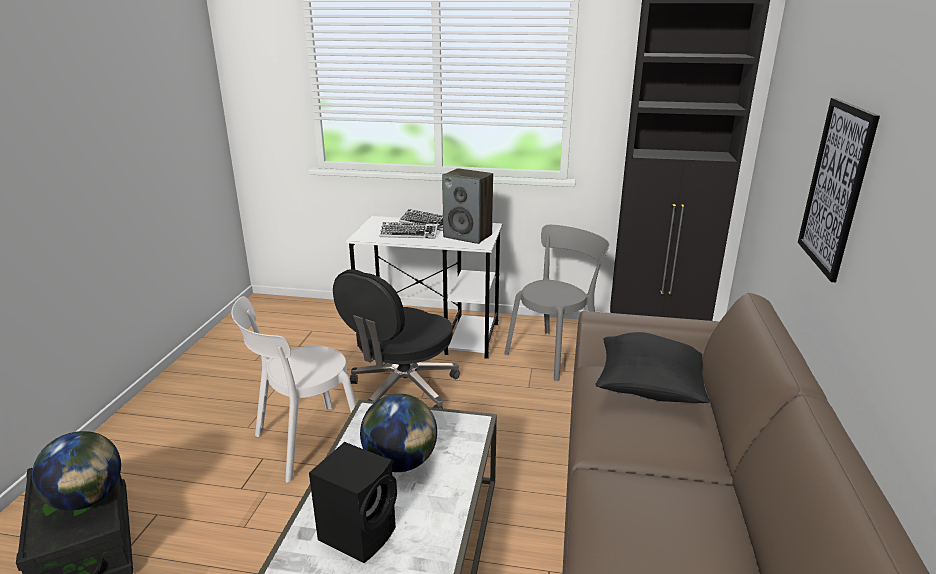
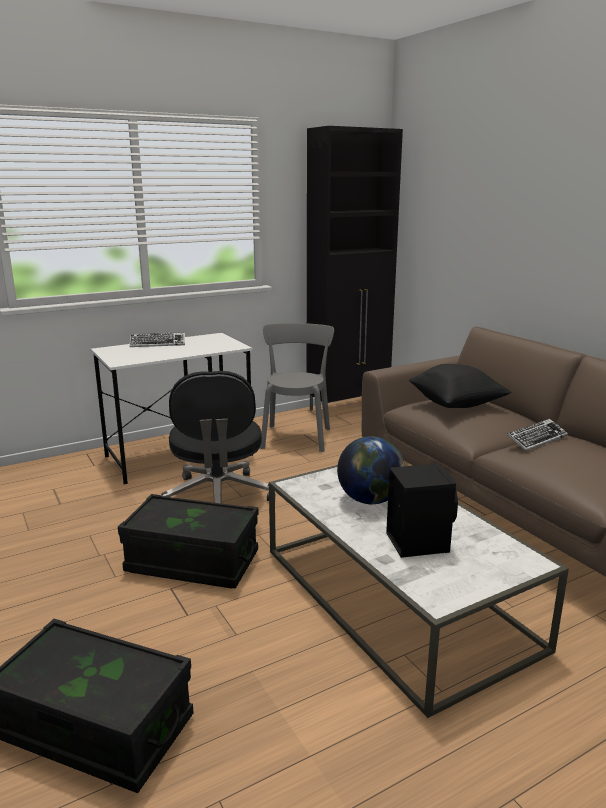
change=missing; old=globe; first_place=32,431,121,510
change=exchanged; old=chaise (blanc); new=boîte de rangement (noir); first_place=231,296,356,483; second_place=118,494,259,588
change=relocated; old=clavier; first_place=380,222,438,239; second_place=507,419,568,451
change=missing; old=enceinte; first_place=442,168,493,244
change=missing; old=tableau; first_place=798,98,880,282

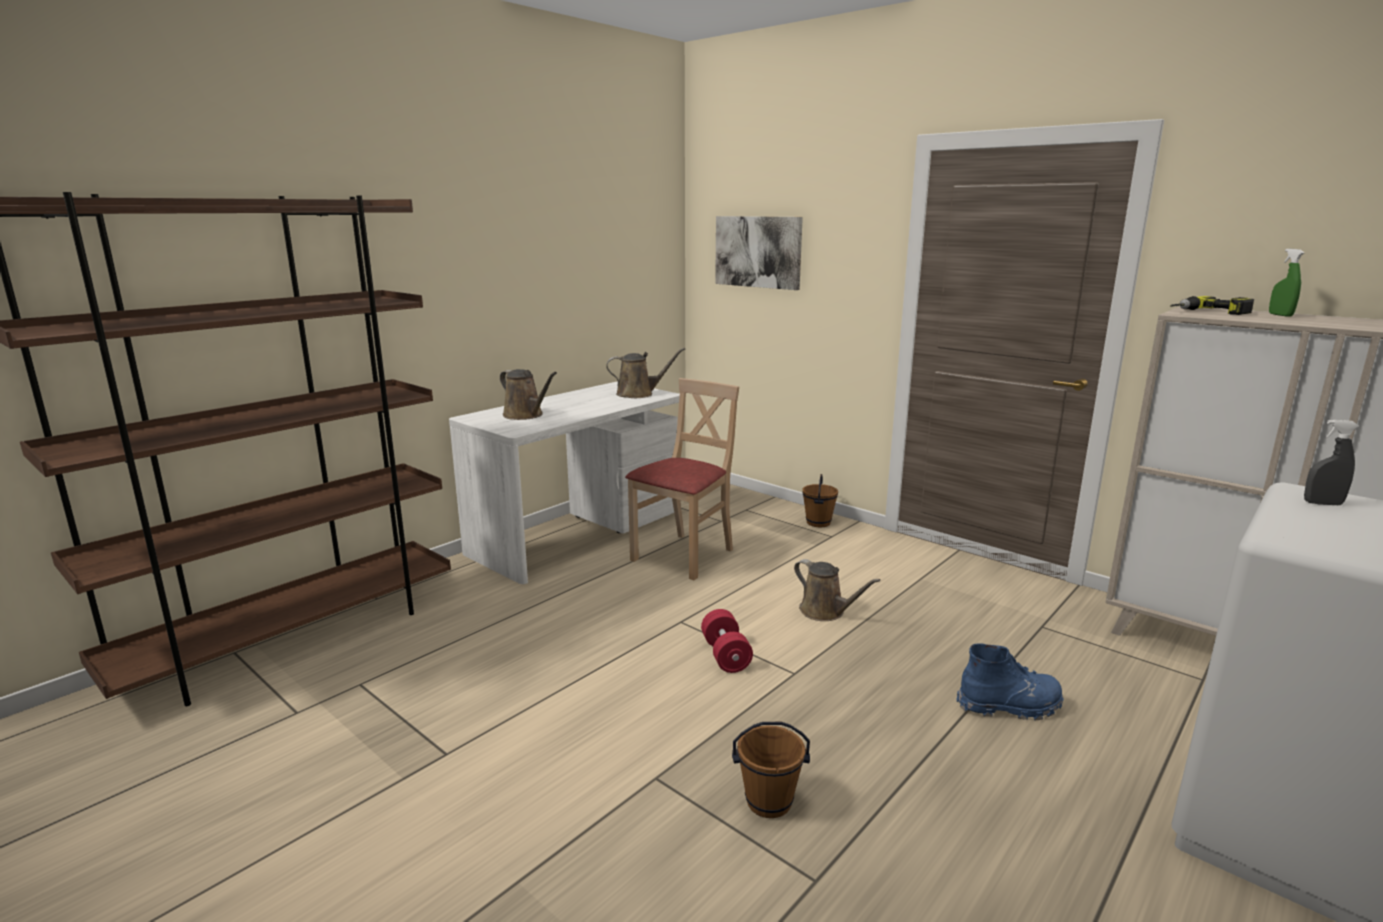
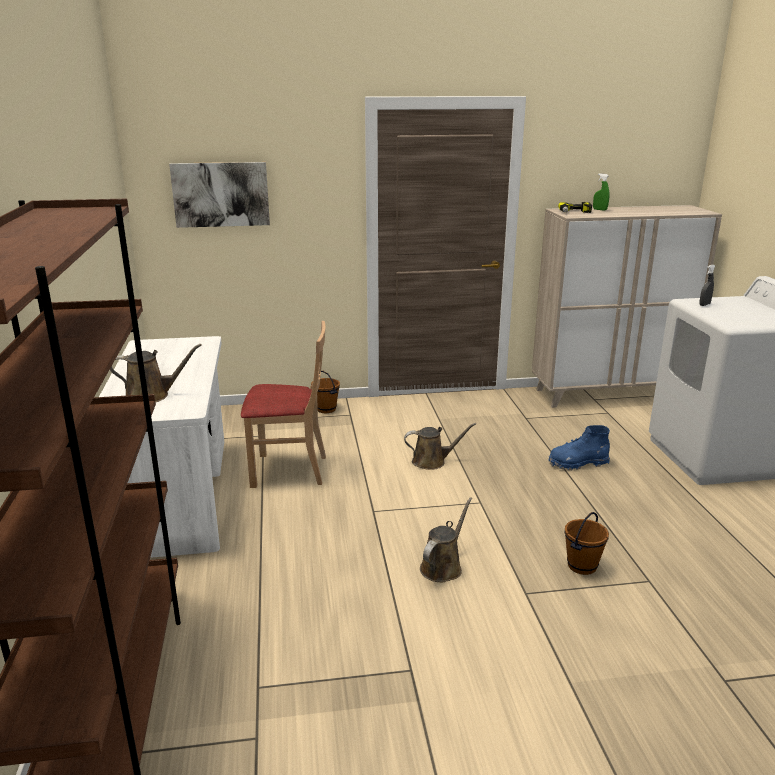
change=relocated; old=arrosoir (marron); first_place=606,348,685,398; second_place=420,497,472,582
change=spun; old=chaise (beige); first_place=625,378,739,580; second_place=241,321,326,488; degrees=105
change=missing; old=haltère (rouge); first_place=701,609,753,673
change=spun; old=botte (bleu); first_place=956,644,1064,720; second_place=548,425,610,470; degrees=-135

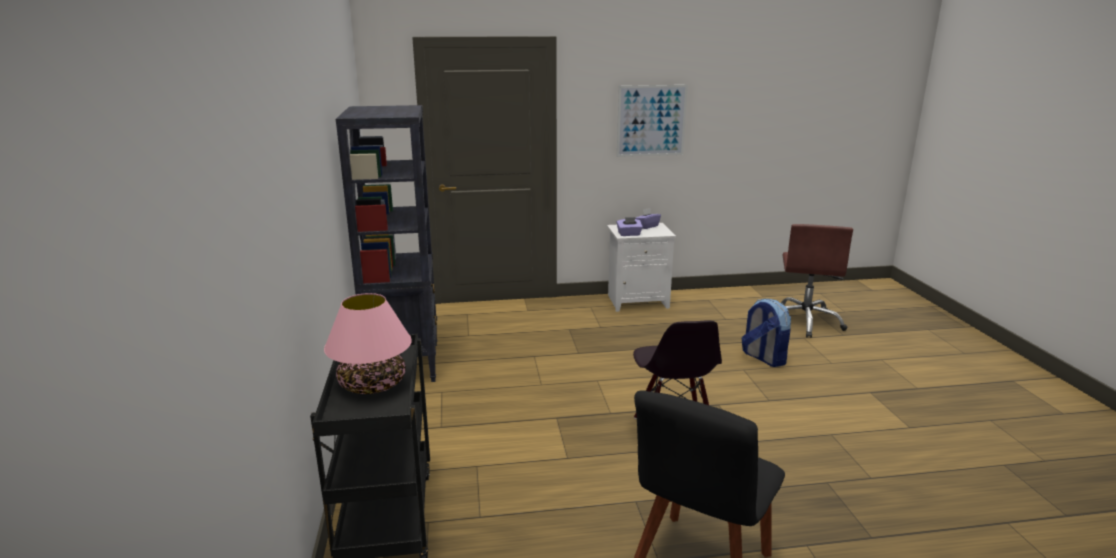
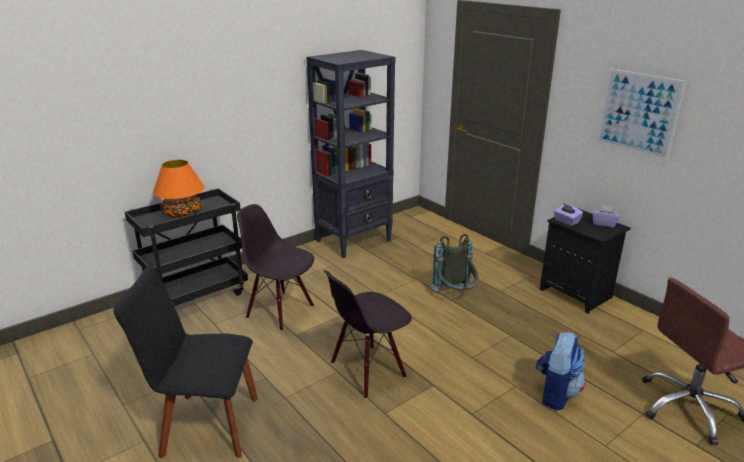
change=colour; old=lampe de table (rose); new=lampe de table (orange); first_place=324,293,412,394; second_place=153,160,204,218
change=colour; old=table de chevet (blanc); new=table de chevet (noir); first_place=607,223,676,312; second_place=540,209,630,314
change=appeared; new=chaise (noir); second_place=237,204,314,331
change=appeared; new=sac à dos (gris); second_place=430,234,478,292

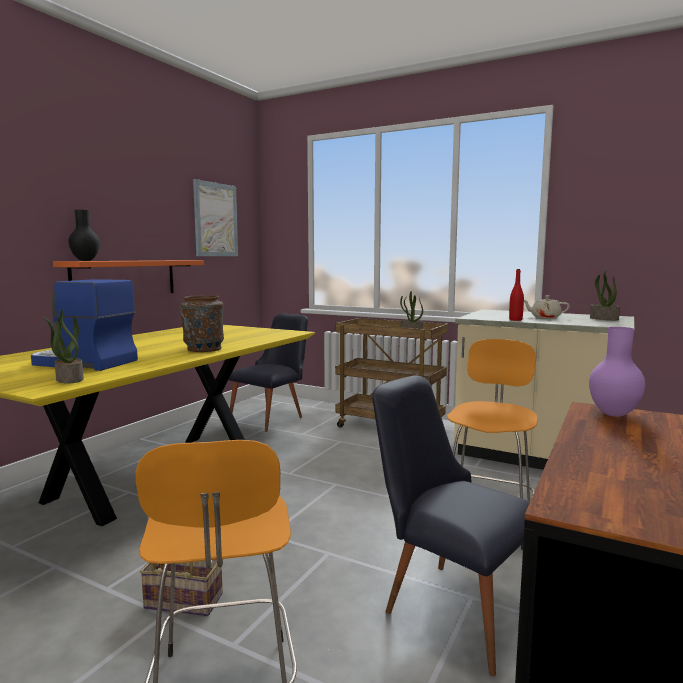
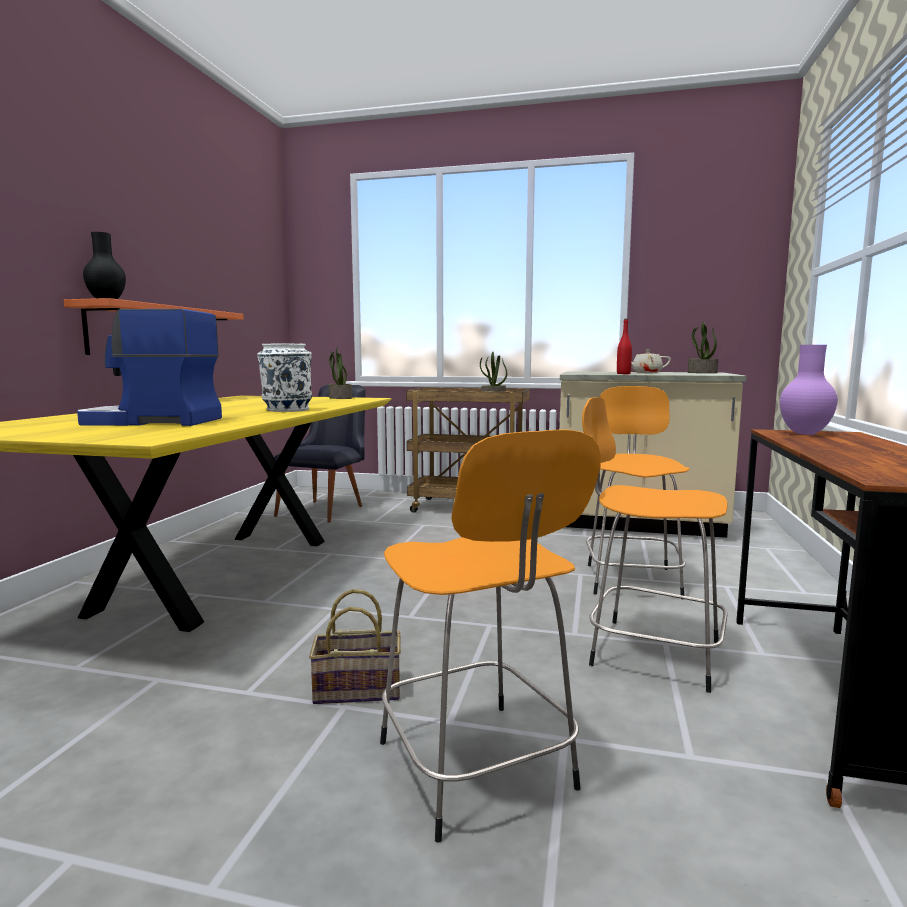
change=relocated; old=plante en pot; first_place=42,309,84,383; second_place=329,346,352,399
change=colour; old=vase (marron); new=vase (blanc); first_place=180,295,224,352; second_place=257,343,312,412
change=missing; old=tableau; first_place=193,179,238,256
change=exchanged; old=chaise (noir); new=tabouret (orange); first_place=372,375,530,676; second_place=582,397,728,693

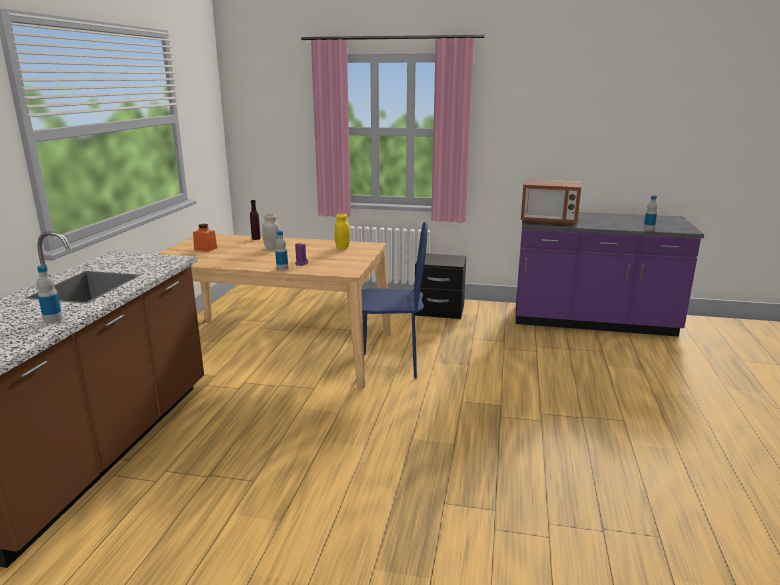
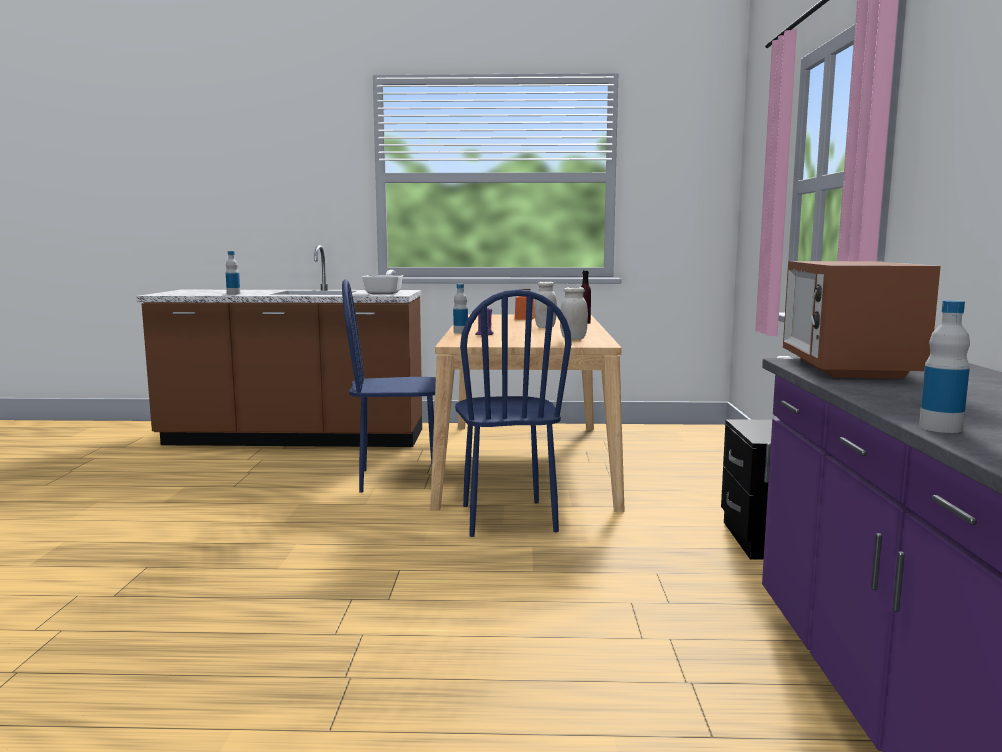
change=colour; old=bocal (jaune); new=bocal (blanc); first_place=335,213,350,249; second_place=560,287,588,339
change=appeared; new=chaise (bleu); second_place=342,279,436,493
change=appeared; new=poêle; second_place=362,270,403,295

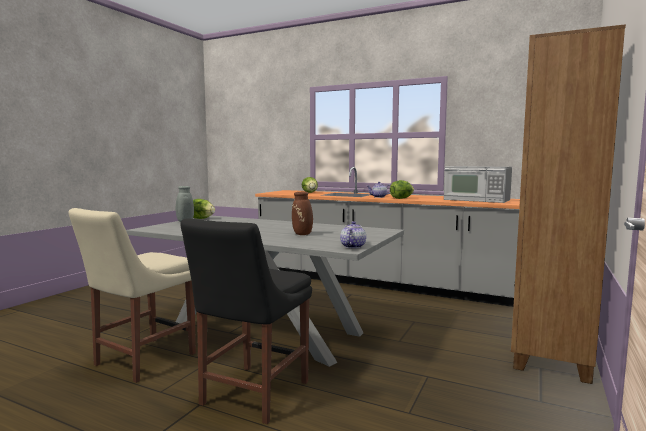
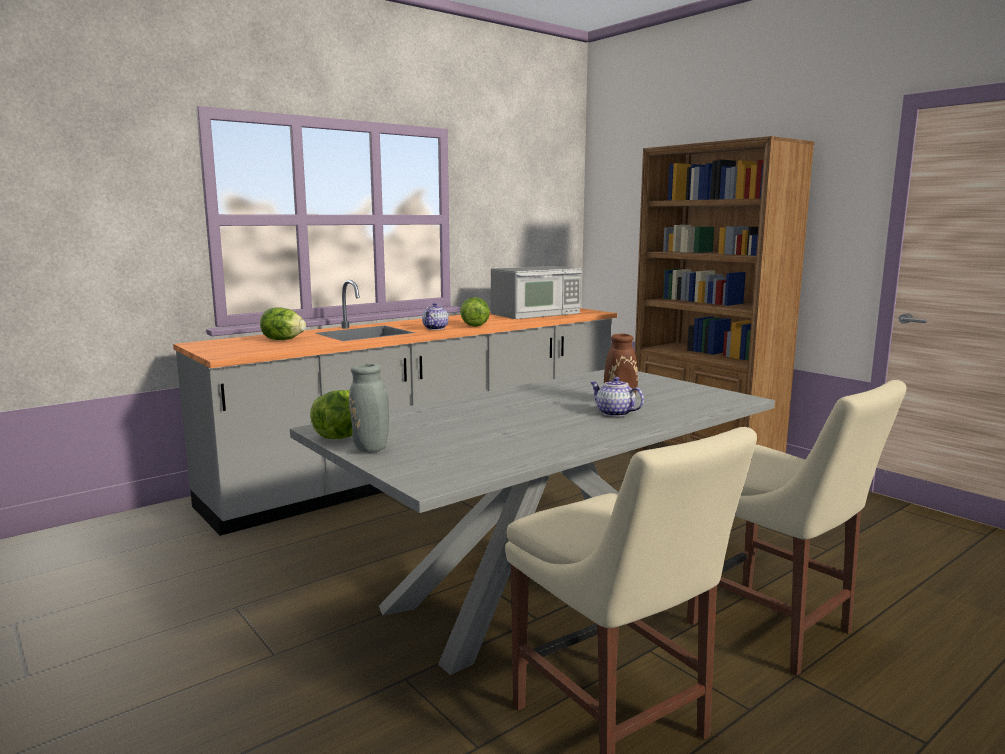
change=colour; old=chaise (noir); new=chaise (beige); first_place=180,218,312,424; second_place=687,380,907,676
change=relocated; old=théière; first_place=340,221,366,248; second_place=590,377,644,417

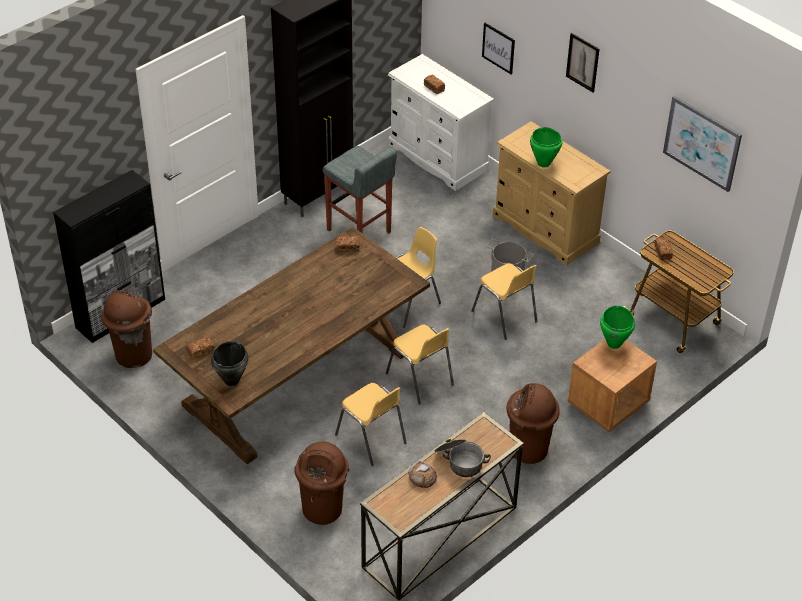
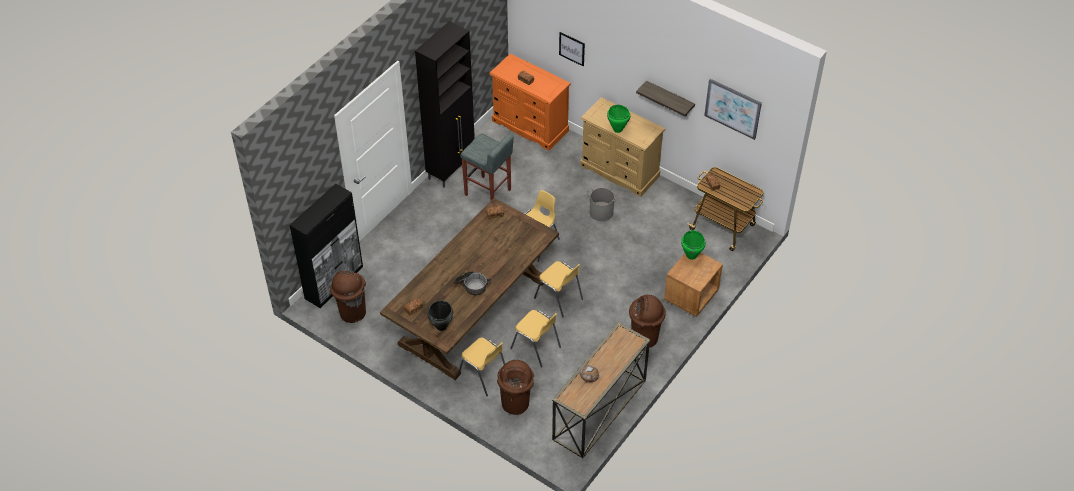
change=colour; old=commode (blanc); new=commode (orange); first_place=388,54,494,191; second_place=490,53,571,151
change=relocated; old=marmite; first_place=434,439,491,477; second_place=454,271,491,295
change=relocated; old=chaise (jaune); first_place=471,263,537,340; second_place=458,337,505,396
change=missing; old=tableau; first_place=566,33,600,93
change=appeared; new=étagère; second_place=636,81,695,116

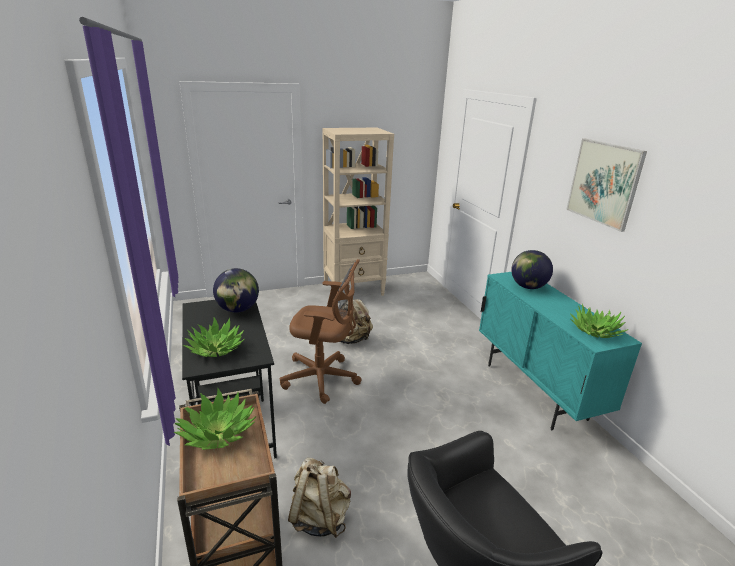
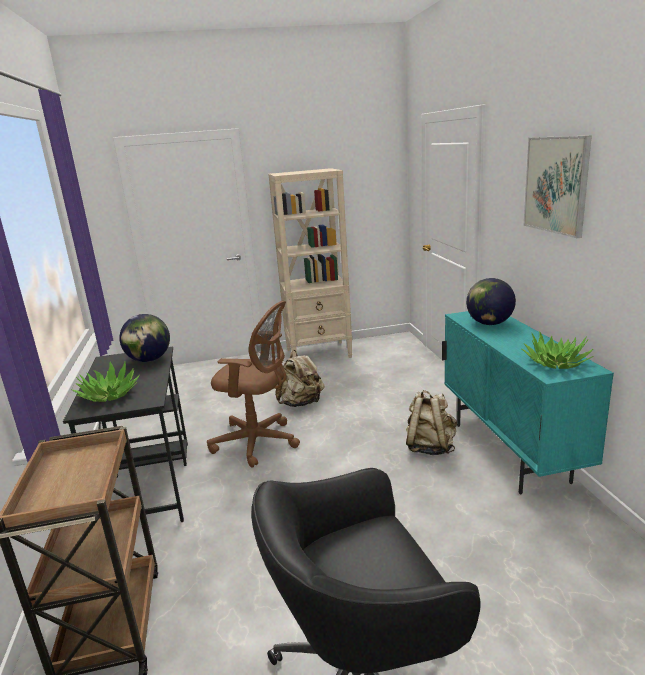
change=missing; old=plante en pot; first_place=173,388,257,450
change=relocated; old=sac à dos (beige); first_place=288,458,351,538; second_place=406,390,457,455

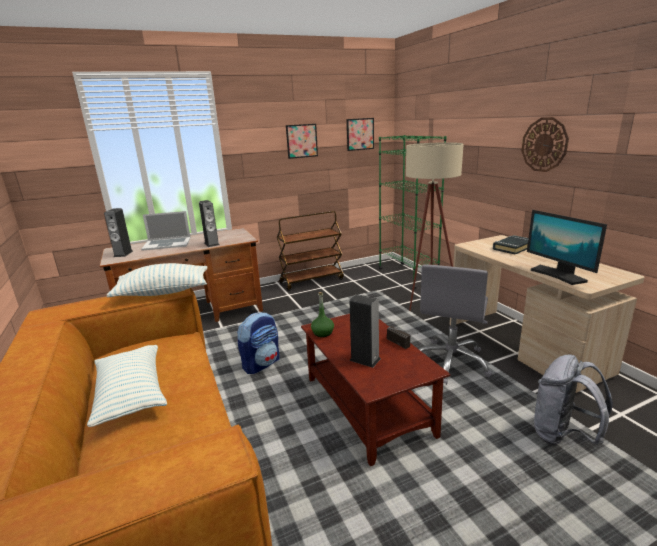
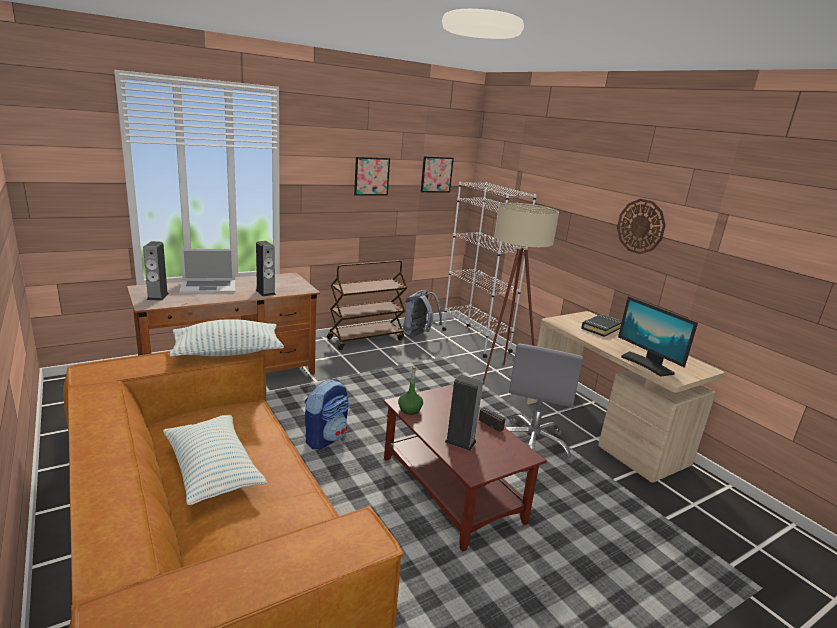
change=colour; old=bibliothèque (vert); new=bibliothèque (blanc); first_place=379,135,447,289; second_place=442,182,536,358
change=relocated; old=sac à dos (gris); first_place=534,354,613,446; second_place=403,290,442,337

